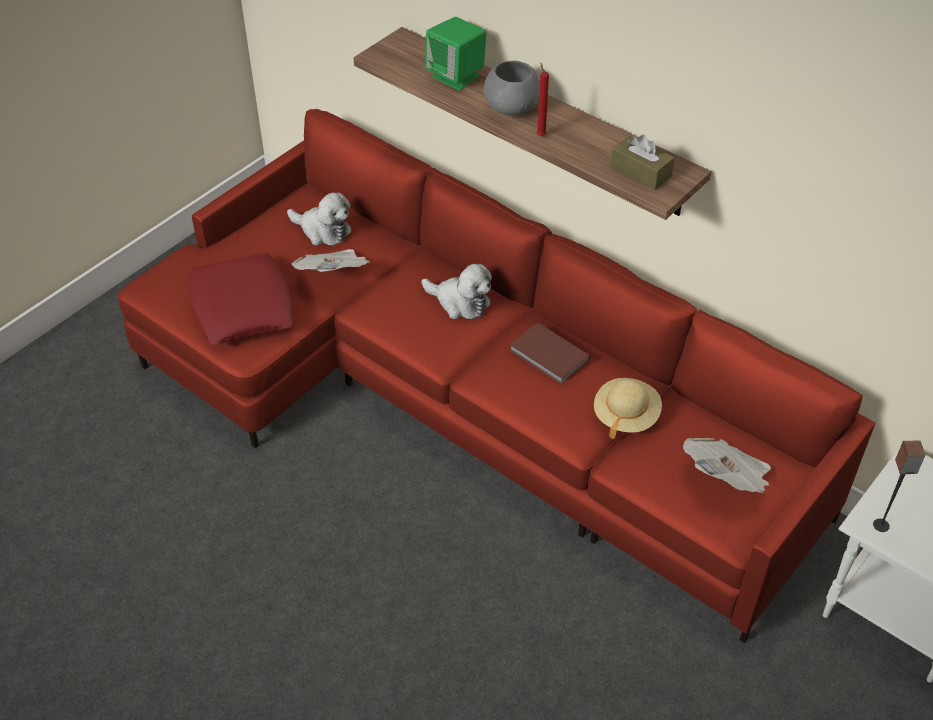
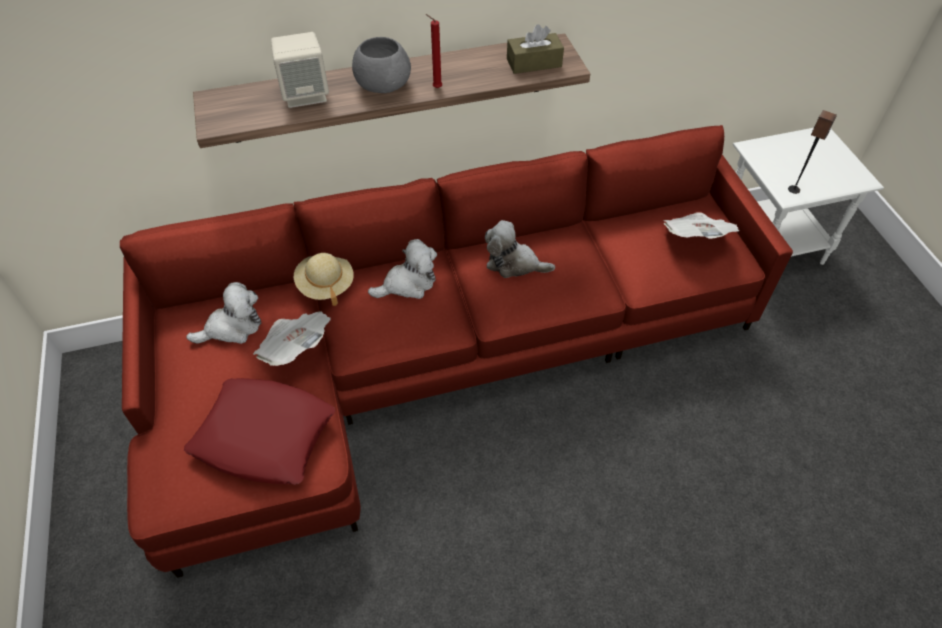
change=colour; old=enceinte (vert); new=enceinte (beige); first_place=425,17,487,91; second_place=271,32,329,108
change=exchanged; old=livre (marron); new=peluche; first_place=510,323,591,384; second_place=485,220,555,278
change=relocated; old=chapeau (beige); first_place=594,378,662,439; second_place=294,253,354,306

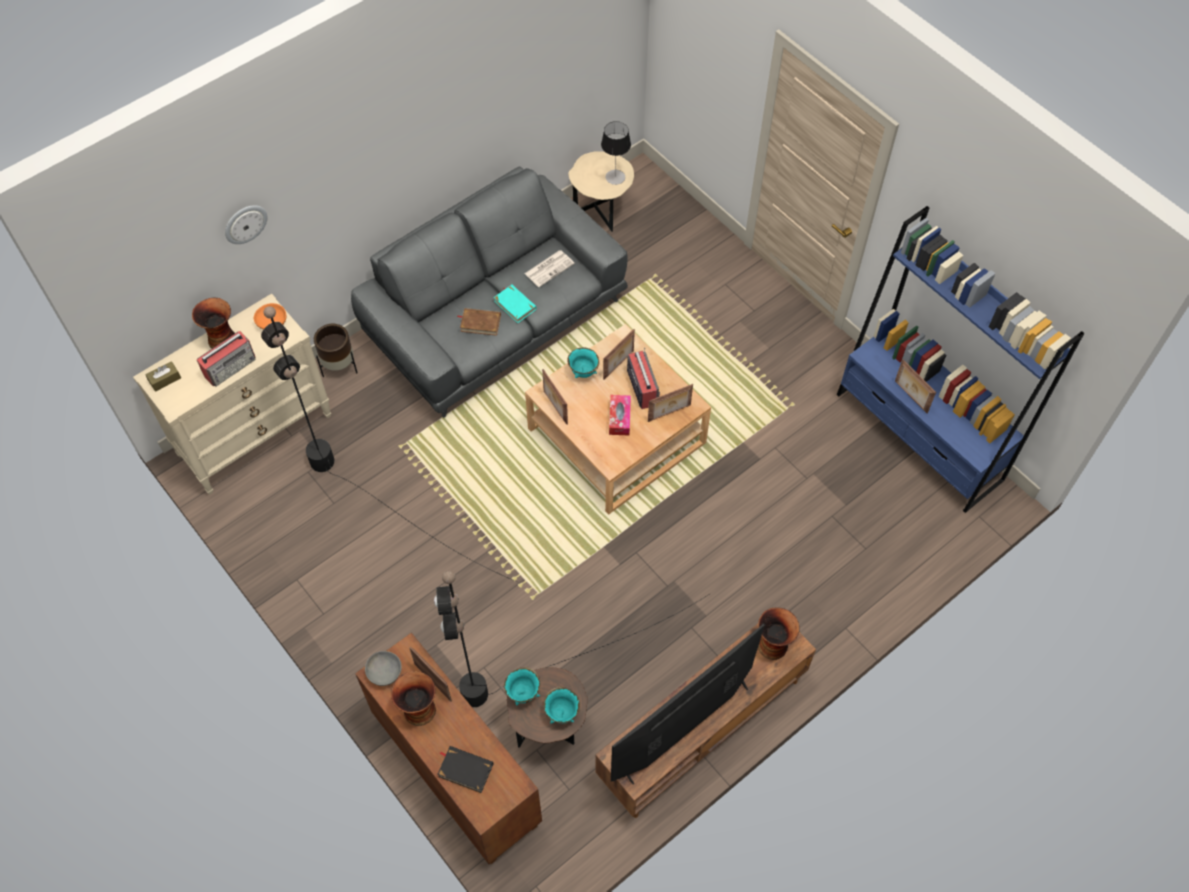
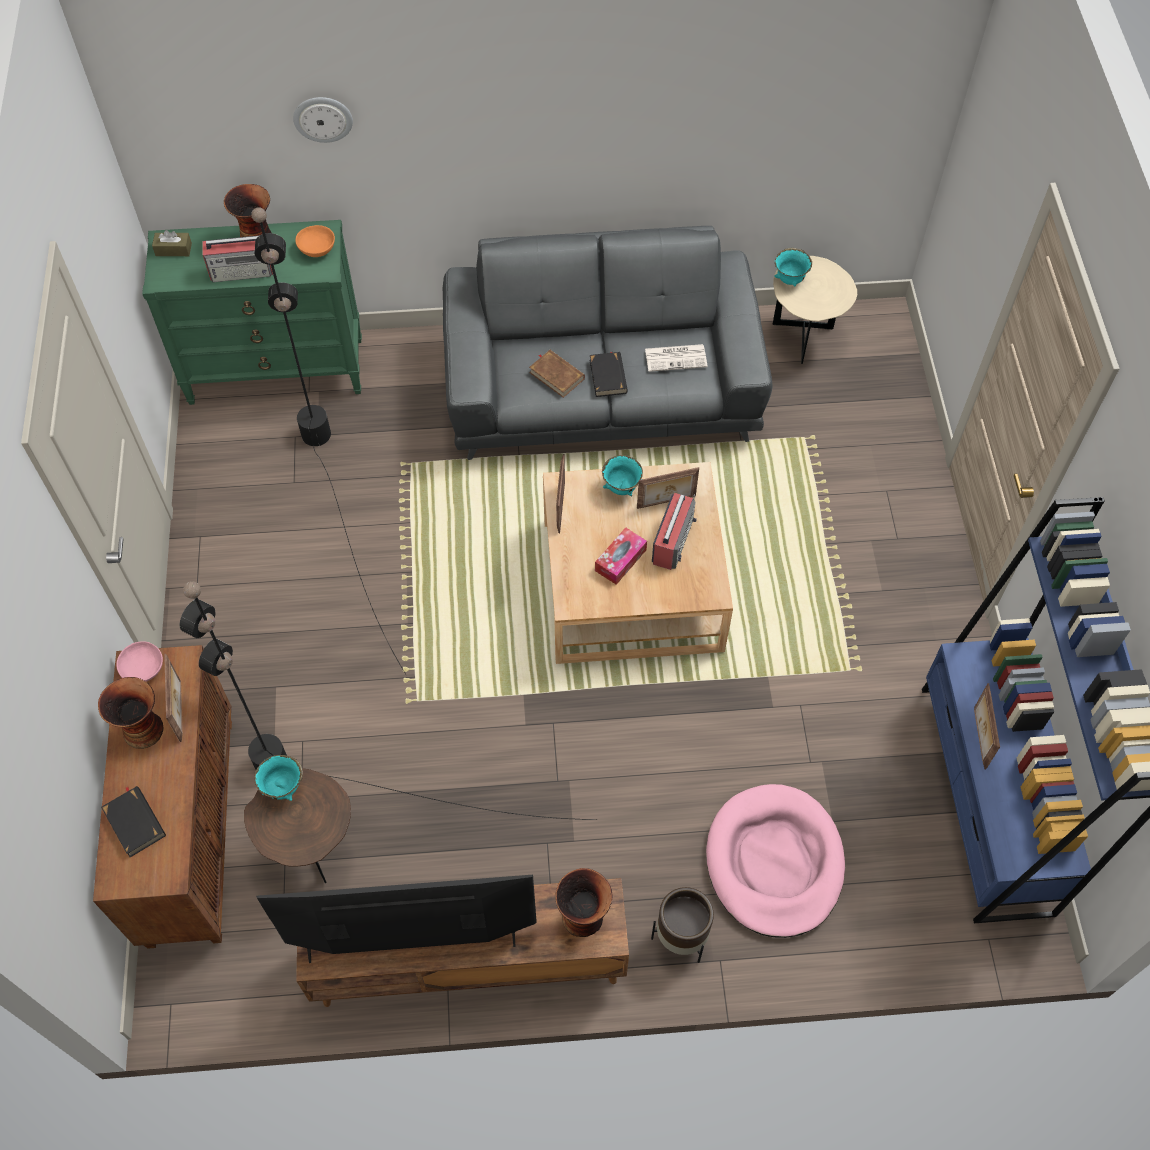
change=colour; old=commode (beige); new=commode (vert); first_place=133,294,332,495; second_place=142,220,362,405
change=relocated; old=cache-pot (marron); first_place=314,324,358,377; second_place=651,887,714,963
change=colour; old=bol (gris); new=bol (rose); first_place=365,651,402,686; second_place=116,641,163,682
change=colour; old=livre (turquoise); new=livre (noir); first_place=494,285,536,323; second_place=590,351,628,397
change=relocated; old=bol (turquoise); first_place=544,687,580,723; second_place=774,248,812,286
change=missing; old=lampe de table; first_place=601,121,631,185
change=missing; old=cadre photo; first_place=648,384,693,422
change=appeared; new=panier pour chien (rose); second_place=706,784,845,938

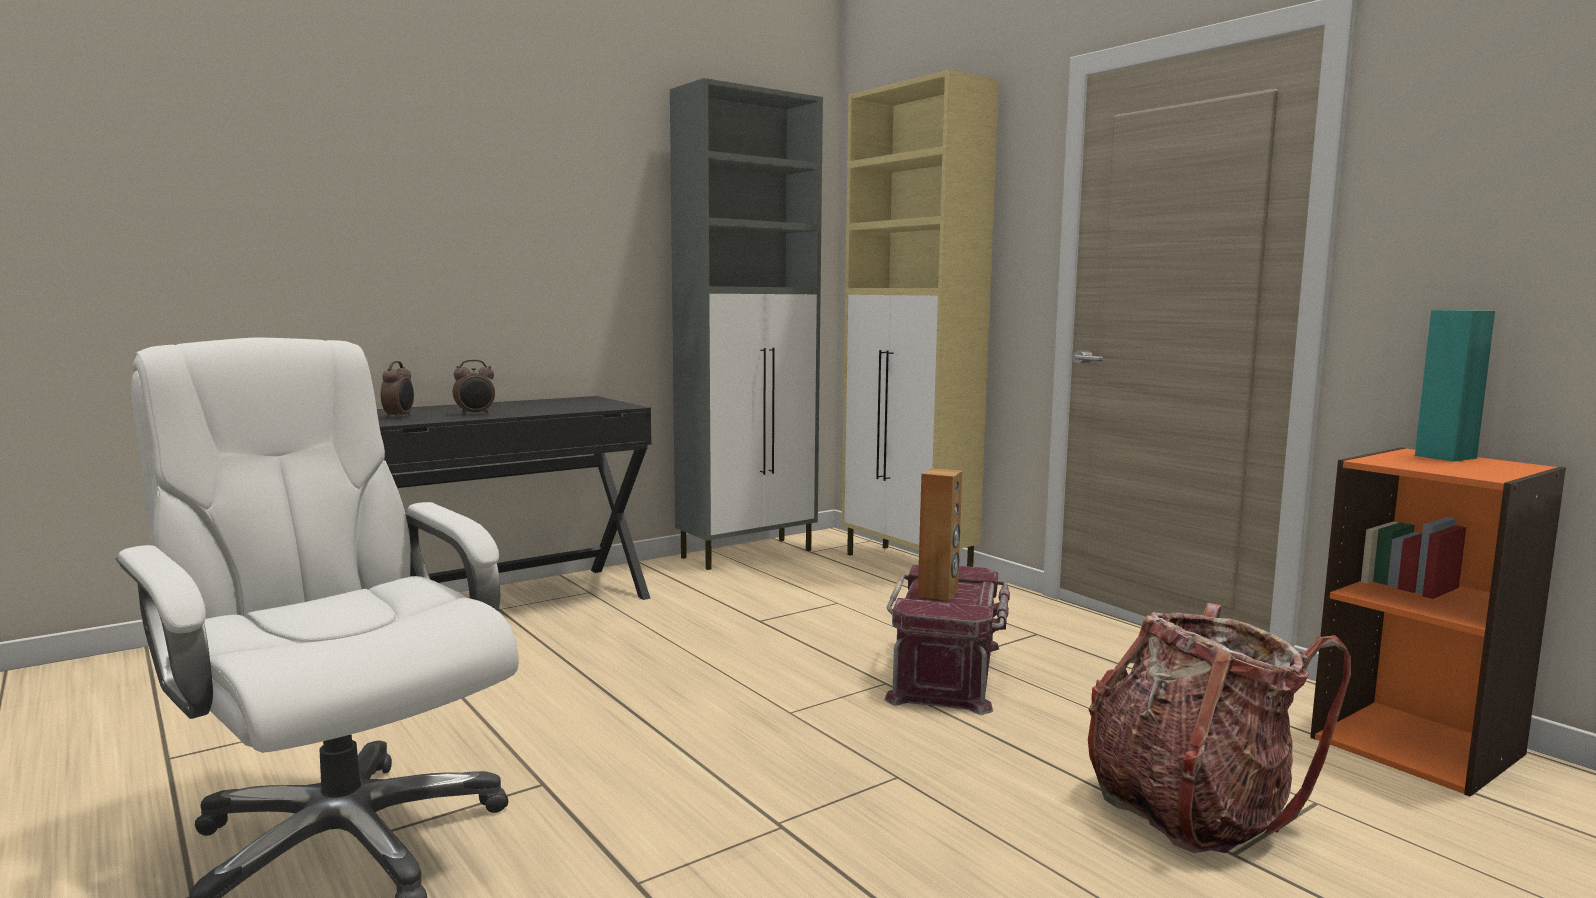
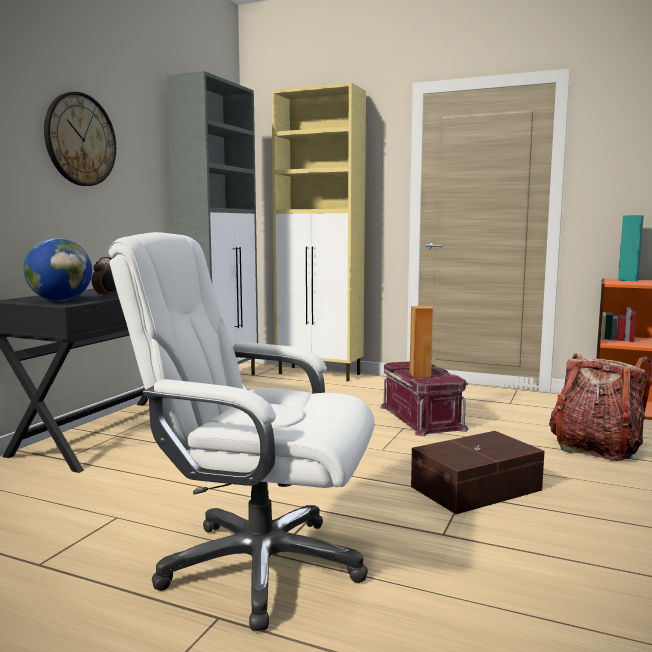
change=exchanged; old=réveil; new=globe; first_place=381,361,414,419; second_place=24,238,92,301
change=appeared; new=horloge murale; second_place=44,92,116,186
change=appeared; new=boîte de rangement (marron); second_place=411,431,545,514

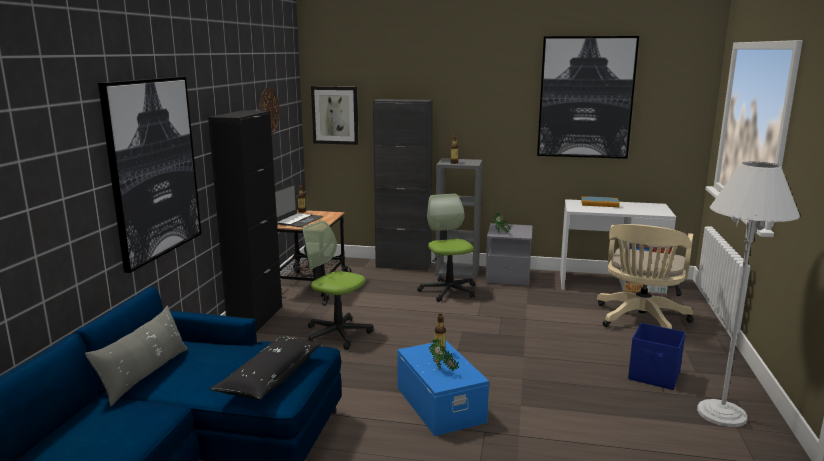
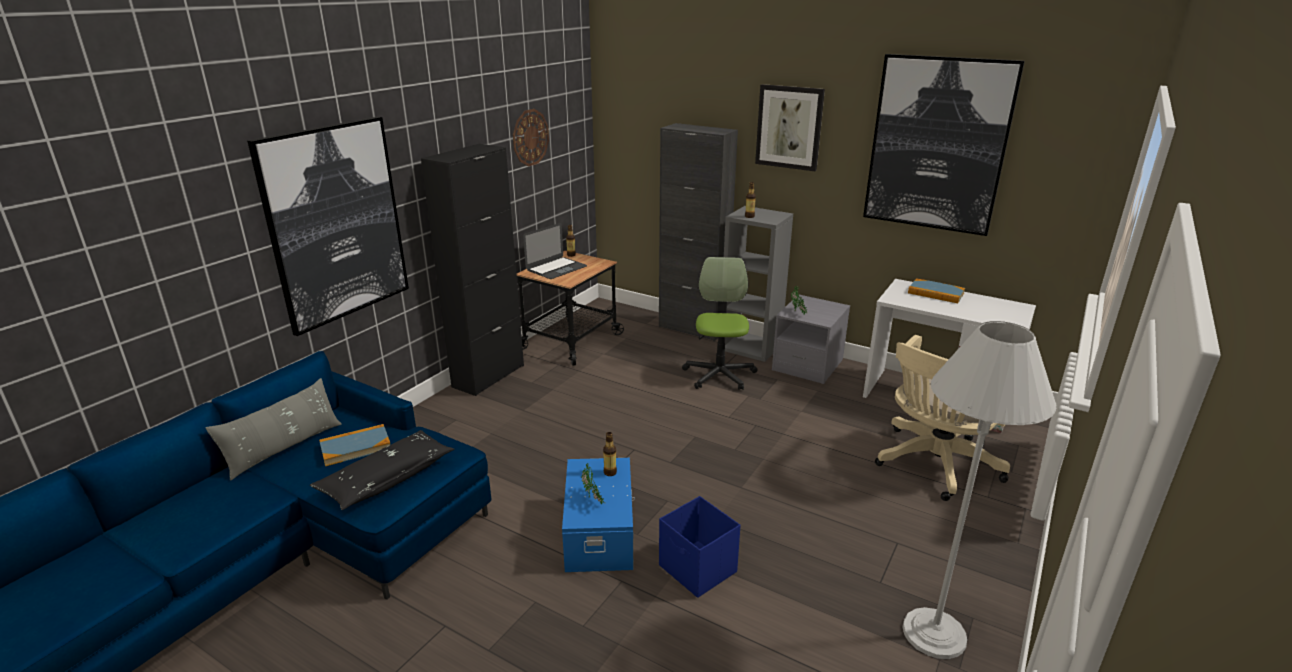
change=missing; old=chaise de bureau; first_place=302,220,373,350
change=relocated; old=tableau; first_place=311,86,359,145; second_place=755,84,825,171
change=relocated; old=boîte de rangement (bleu); first_place=628,323,685,390; second_place=659,496,741,598
change=appeared; new=livre; second_place=319,424,390,466

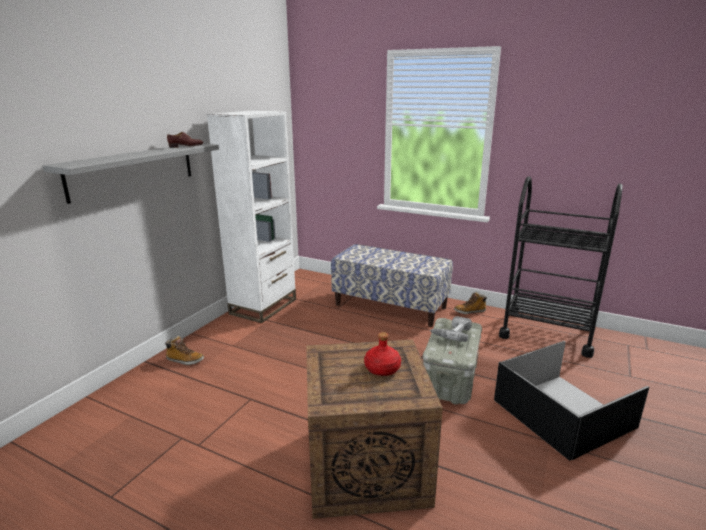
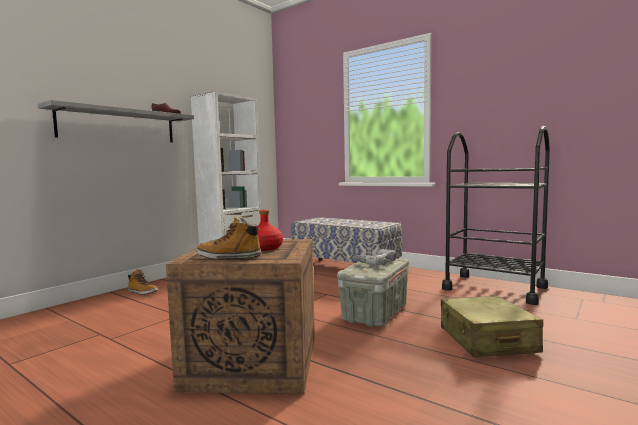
change=relocated; old=botte; first_place=454,292,487,314; second_place=196,215,261,259
change=exchanged; old=boîte de rangement (noir); new=valise (beige); first_place=494,341,649,461; second_place=441,296,543,357

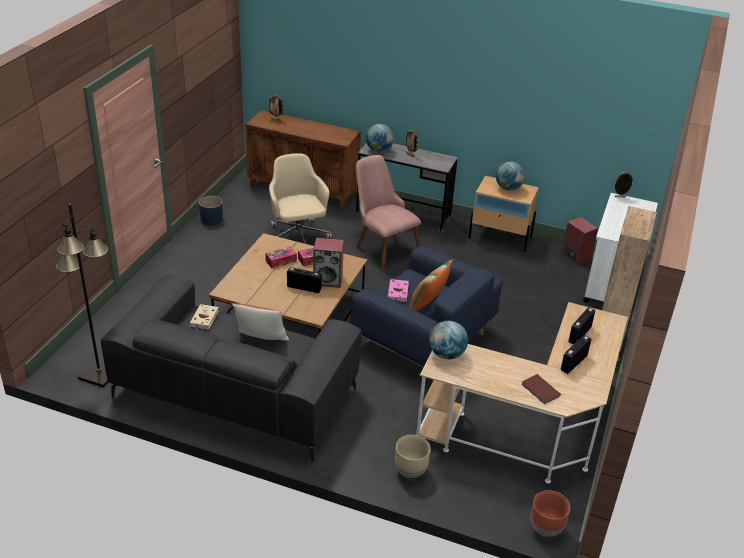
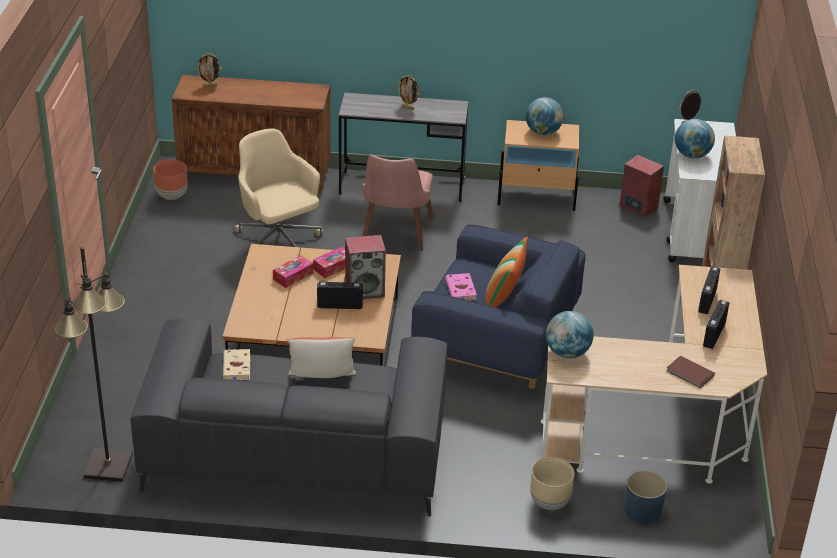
change=relocated; old=cache-pot (bleu); first_place=199,196,223,225; second_place=624,470,667,524
change=spun; old=chaise (rose); first_place=356,155,421,271; second_place=362,155,433,251; degrees=-120
change=relocated; old=globe; first_place=366,124,394,152; second_place=675,119,715,159
change=relocated; old=cache-pot (marron); first_place=530,490,570,537; second_place=153,159,188,200

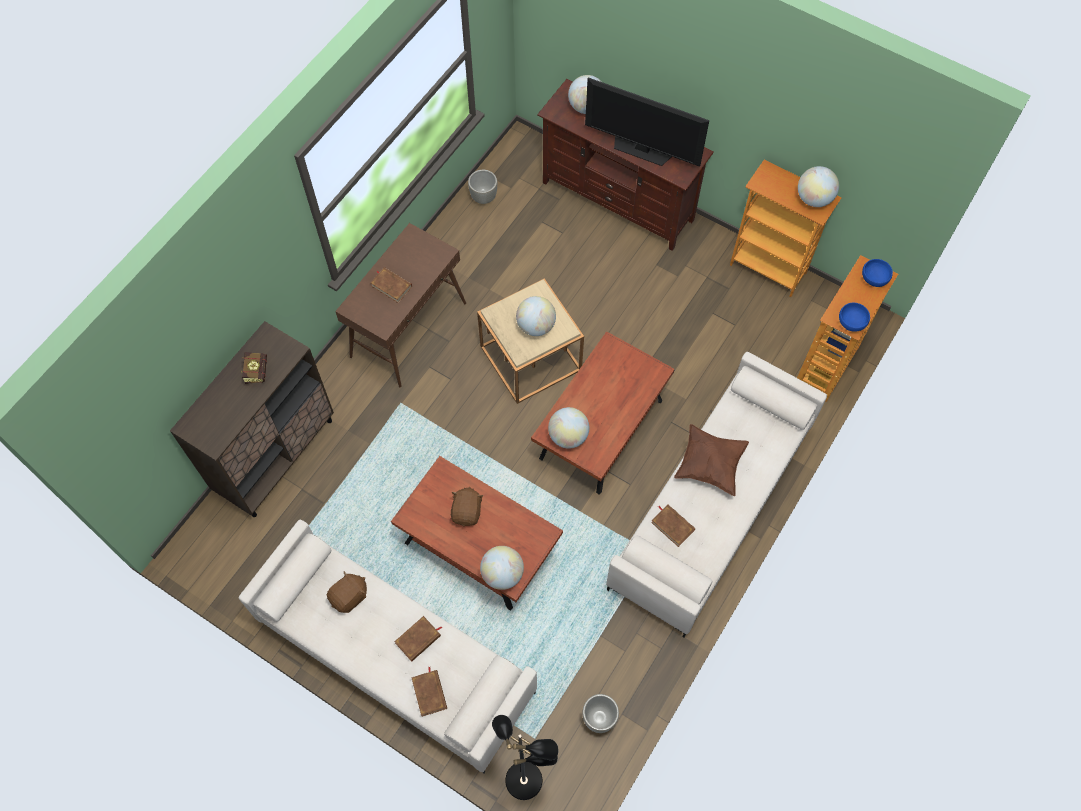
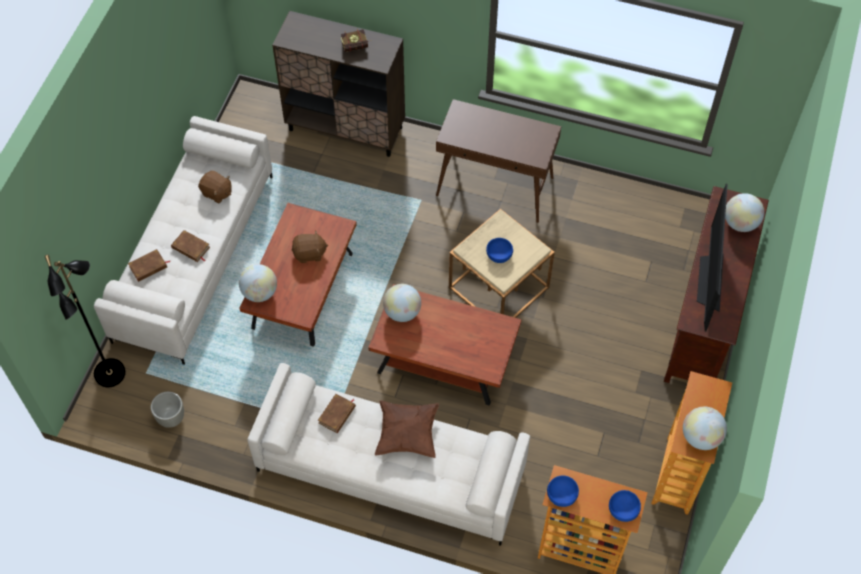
change=missing; old=livre (marron); first_place=370,267,412,303
change=missing; old=cache-pot (gris); first_place=468,170,497,204
change=exchanged; old=globe; new=bol (bleu); first_place=516,296,556,336; second_place=486,238,513,263

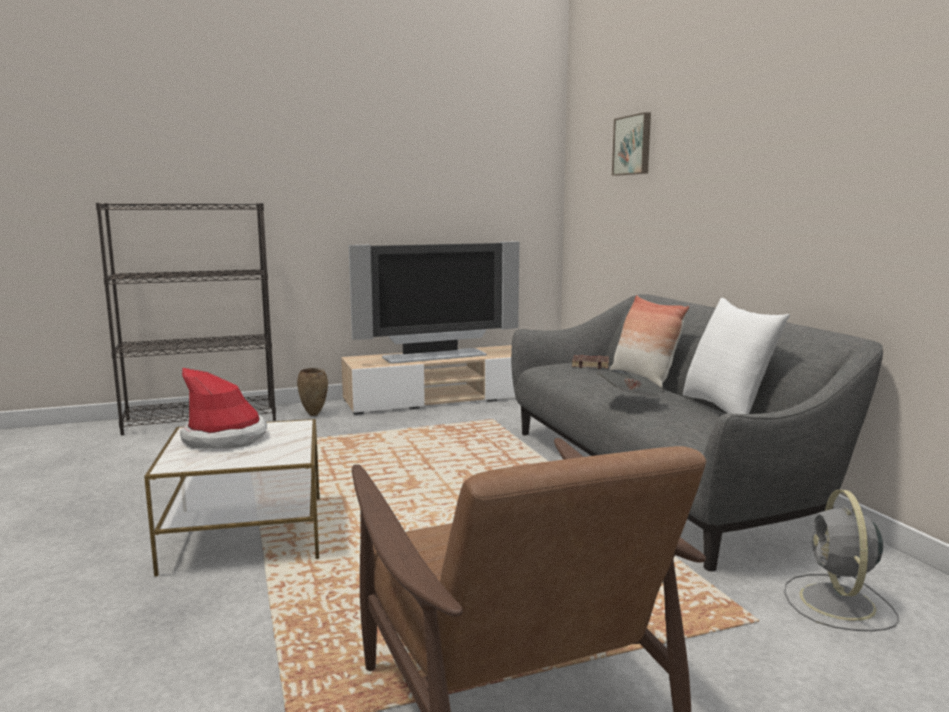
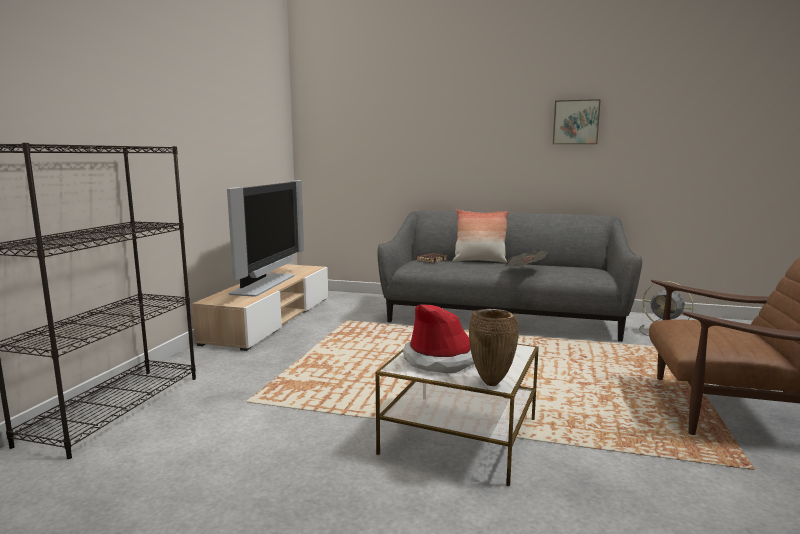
change=relocated; old=vase (marron); first_place=297,368,328,416; second_place=469,309,519,386
change=relocated; old=tableau; first_place=612,112,651,176; second_place=553,99,601,144
change=missing; old=coussin (blanc); first_place=683,298,790,414

